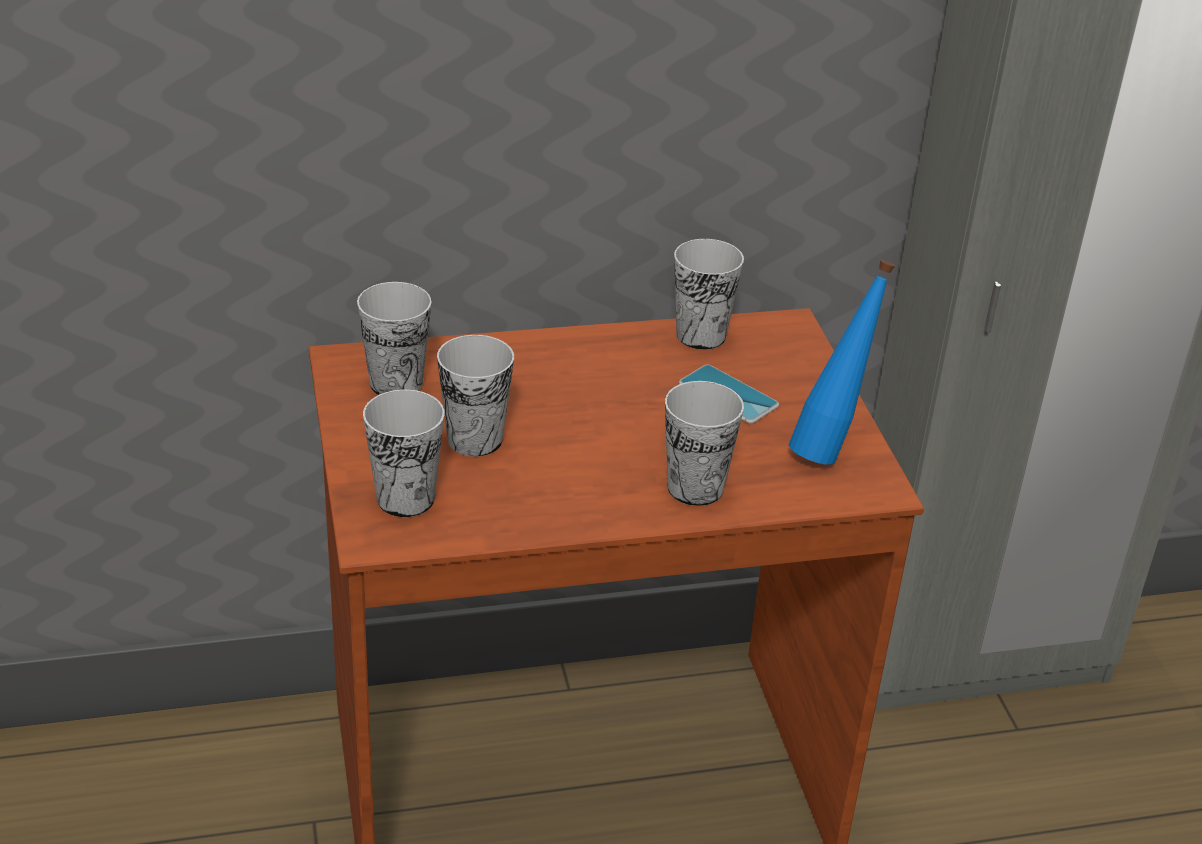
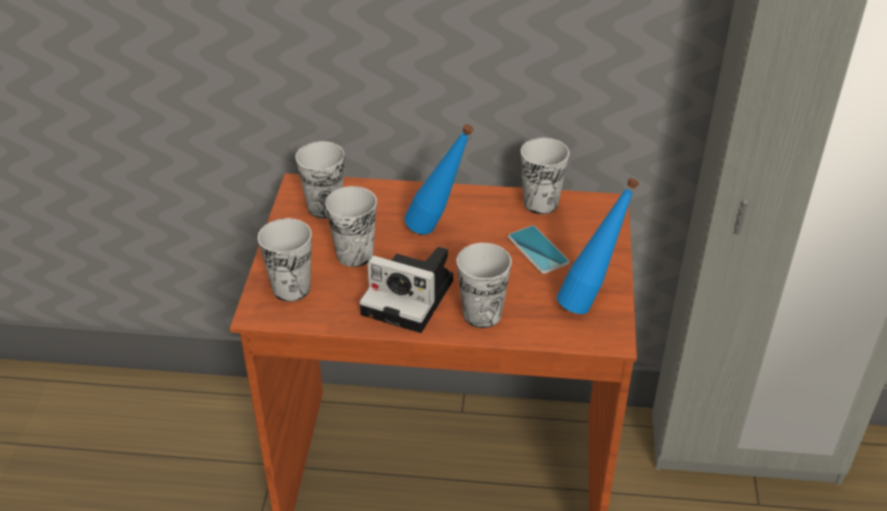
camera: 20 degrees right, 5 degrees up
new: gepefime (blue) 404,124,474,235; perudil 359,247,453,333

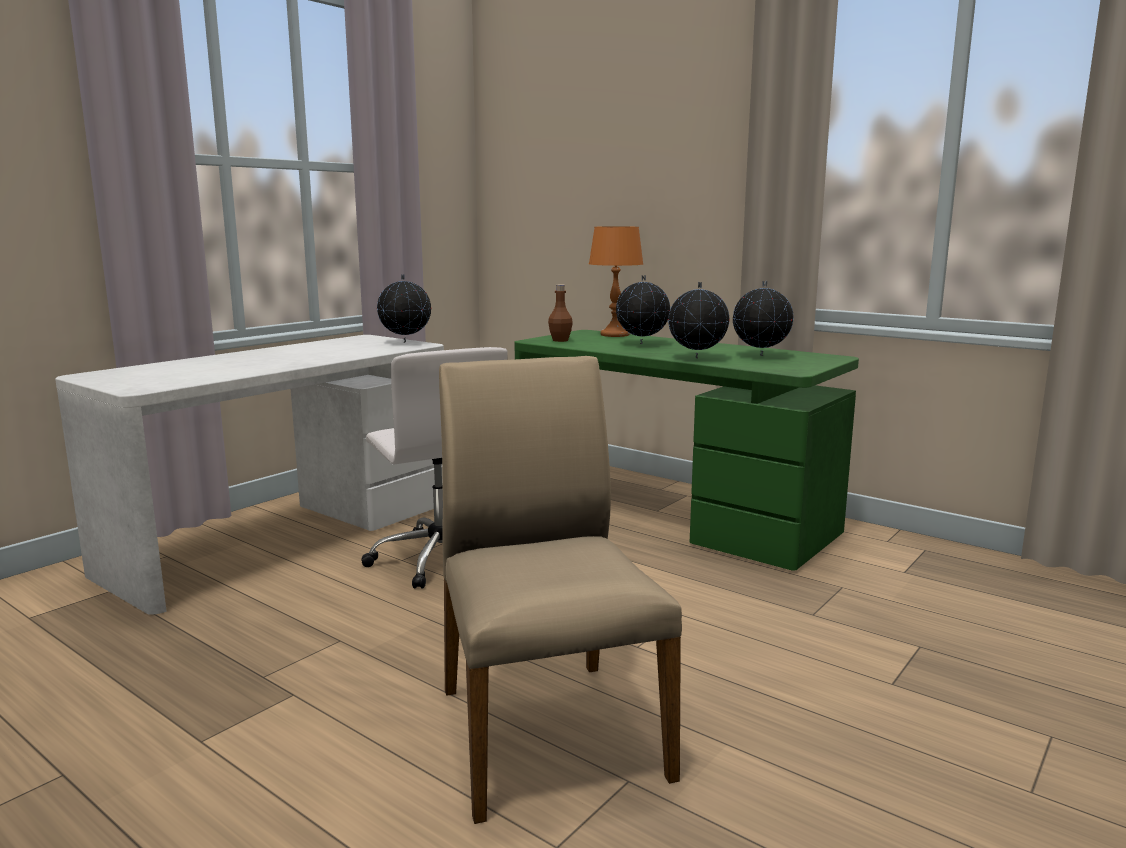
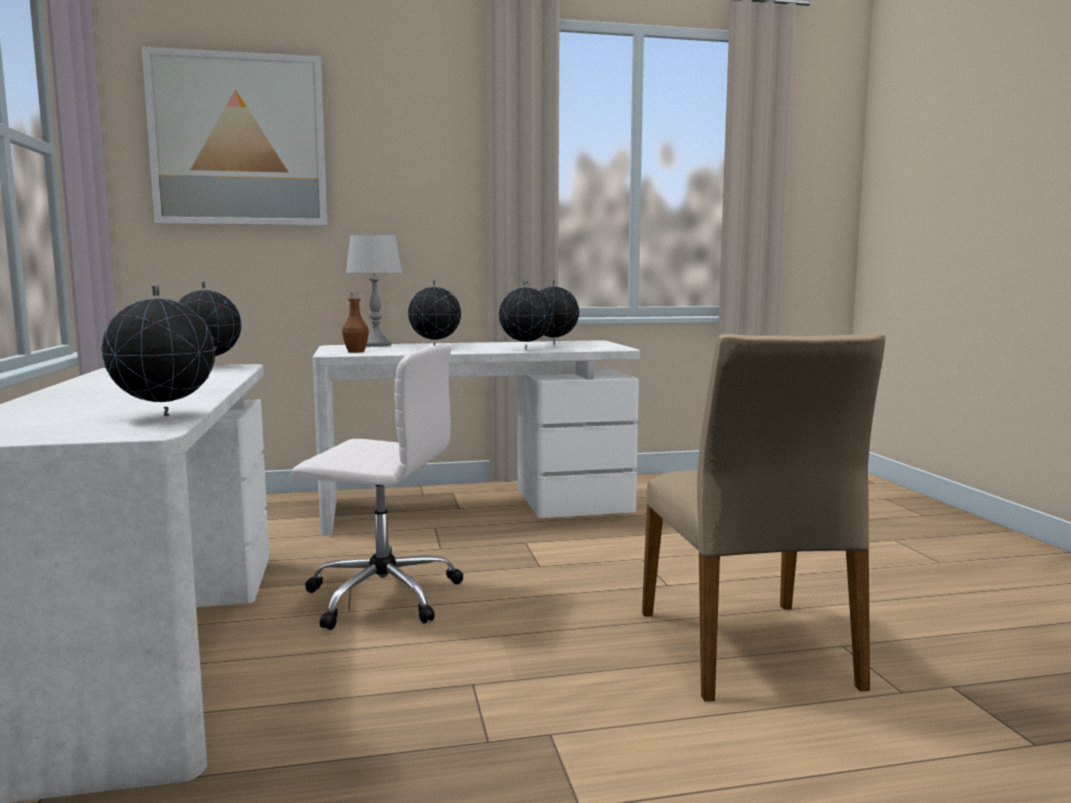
camera: 50 degrees left, 5 degrees down
new: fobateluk 142,47,328,226; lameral 101,285,216,416
repainted: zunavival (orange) 589,226,643,337 to zunavival (grey) 346,234,402,347; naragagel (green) 514,330,859,571 to naragagel (white) 313,340,640,536
rotated: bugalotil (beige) 439,356,682,824 = 642,332,885,701 120 degrees counterclockwise

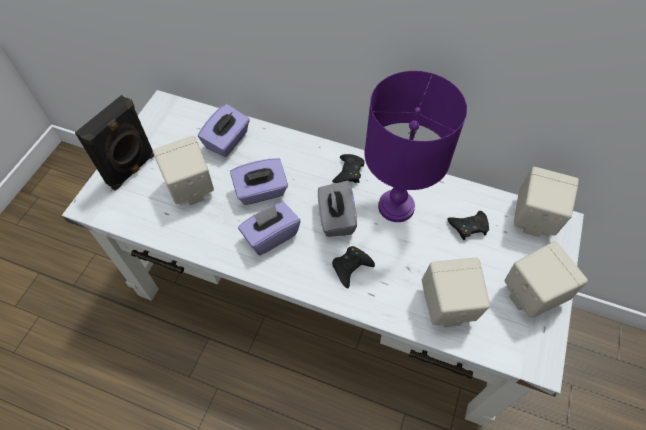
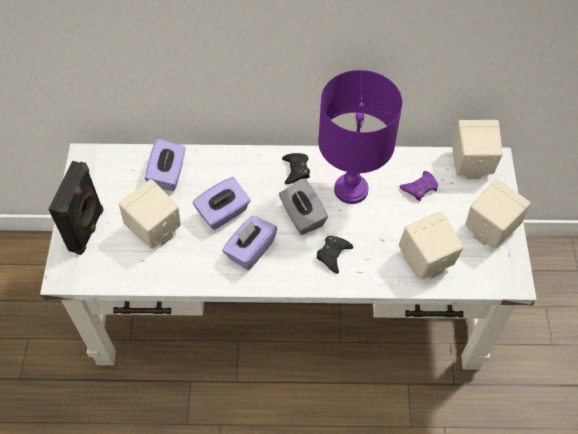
camera: 20 degrees left, 0 degrees up
repainted: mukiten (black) 448,211,489,240 to mukiten (purple) 399,171,438,201

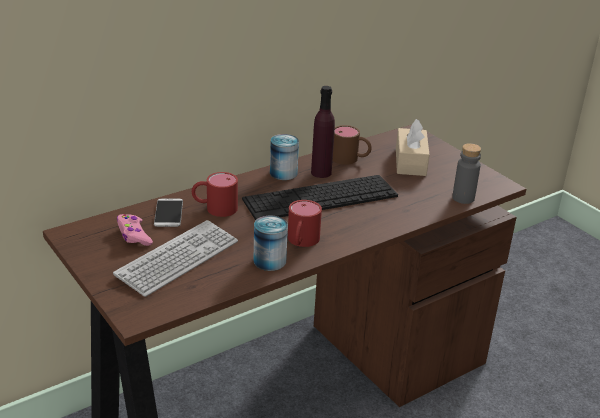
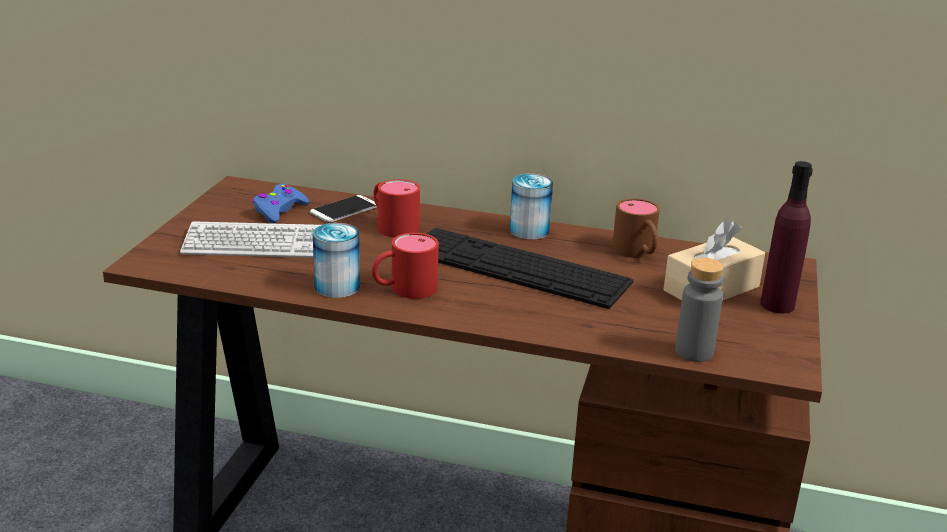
camera: 50 degrees right, 5 degrees down
shifted: gepefime (purple) 311,86,335,178 to 760,161,813,313
repainted: mukiten (pink) 117,214,153,246 to mukiten (blue) 252,184,309,223

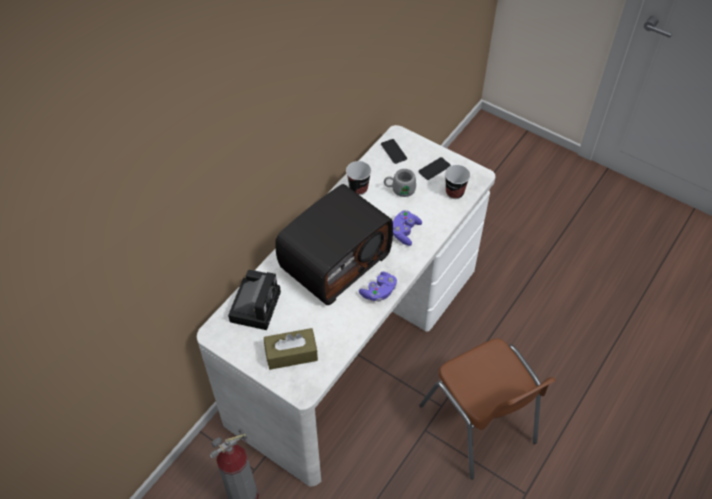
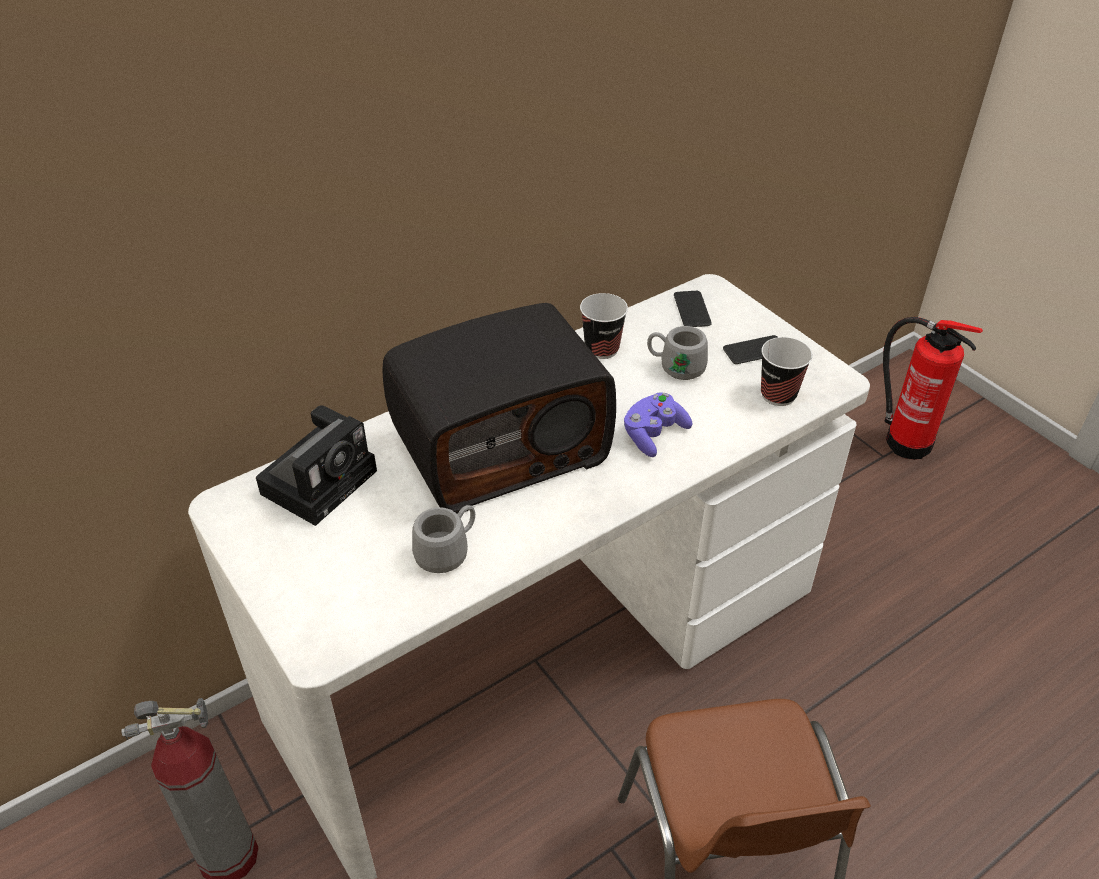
camera: 20 degrees right, 10 degrees down
gone: mukiten (purple) 359,272,397,302; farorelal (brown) 264,328,318,370
new: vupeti 883,317,983,460; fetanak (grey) 412,505,475,573

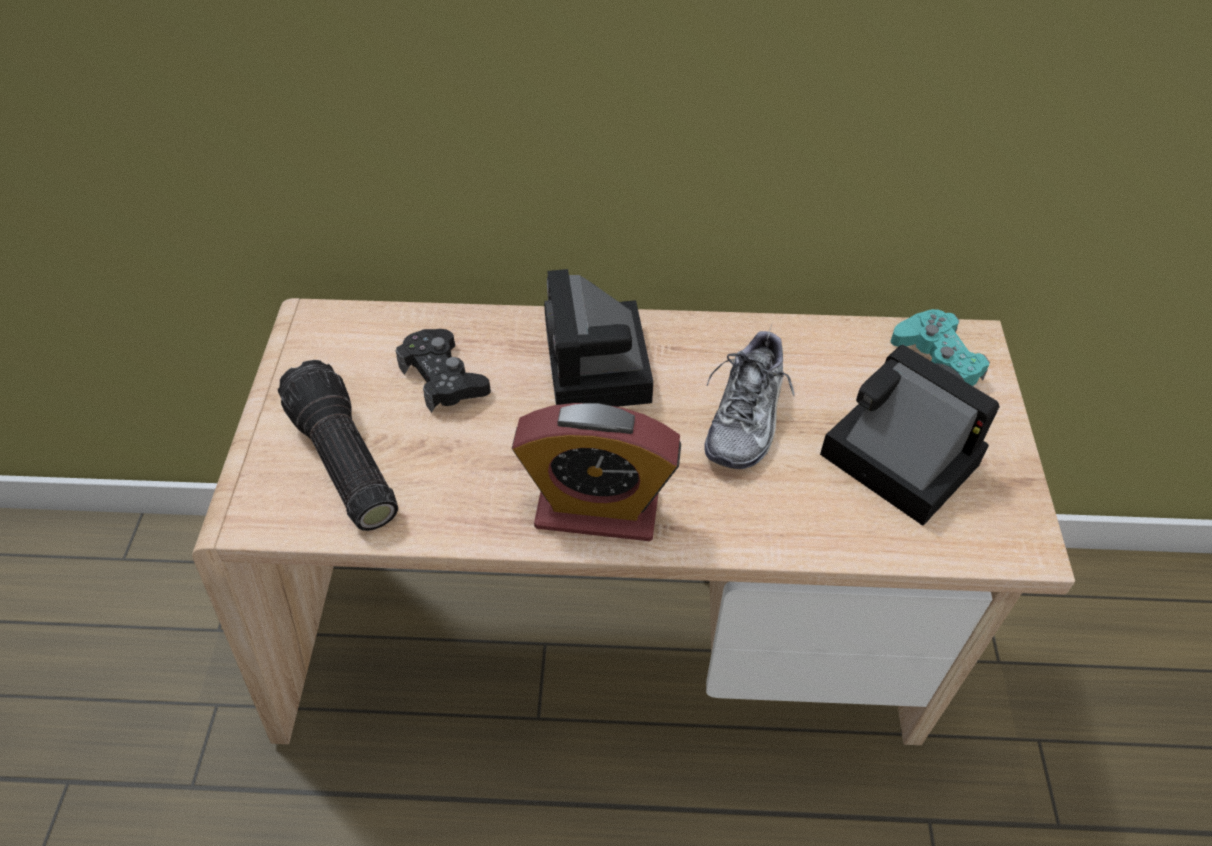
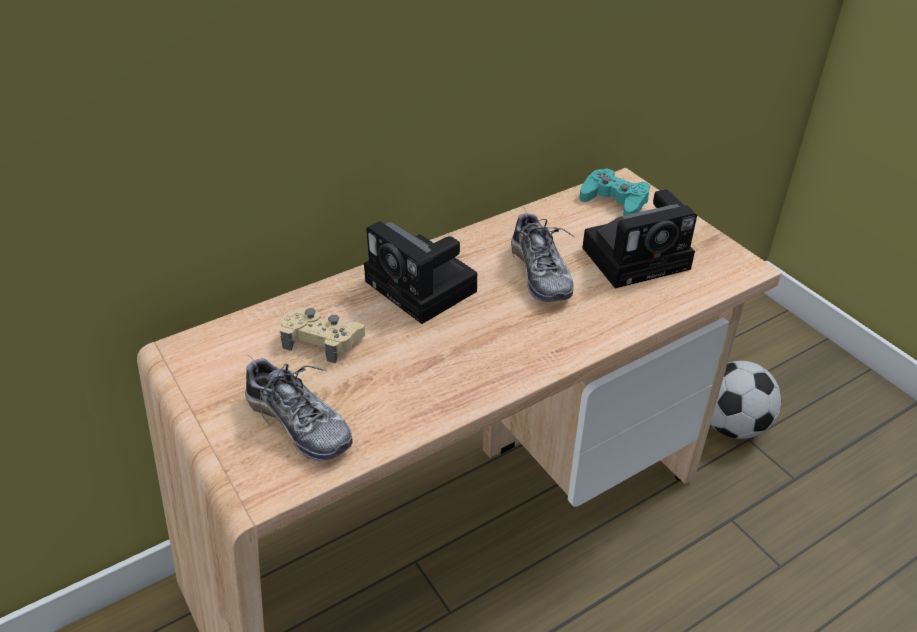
camera: 35 degrees left, 10 degrees down
gone: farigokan 512,403,681,541
new: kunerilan 710,361,781,439
swapped: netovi 278,360,398,531 to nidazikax 245,355,353,461
repainted: mukiten (black) 396,329,491,413 to mukiten (beige) 280,307,365,364
rotated: perudil 820,345,1000,526 = 583,189,697,288 150 degrees clockwise

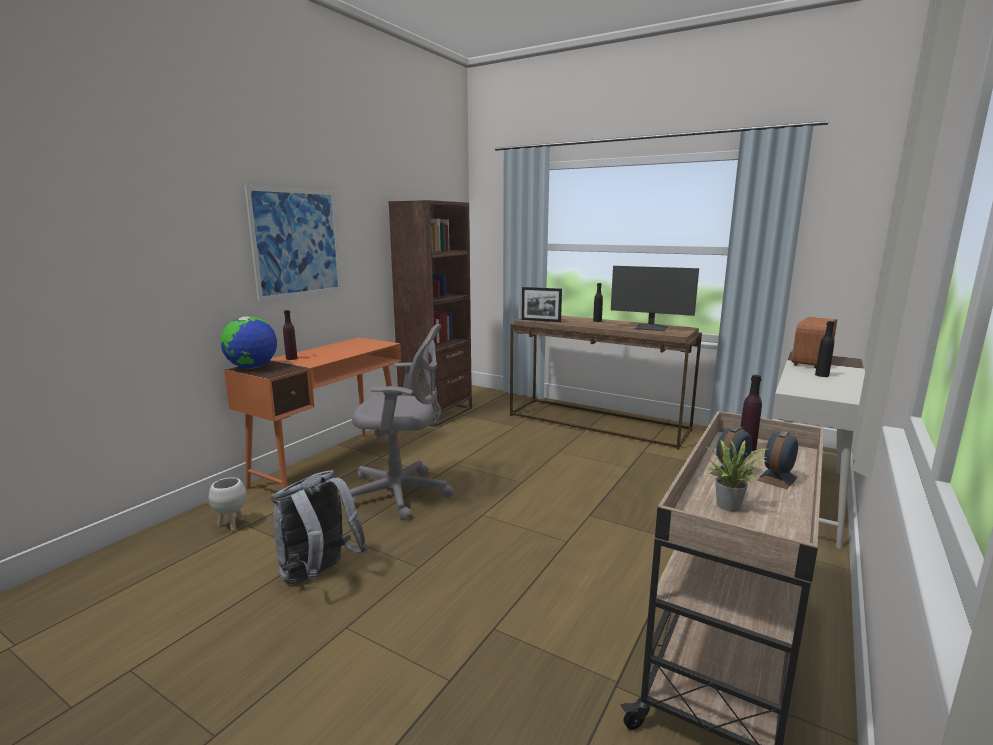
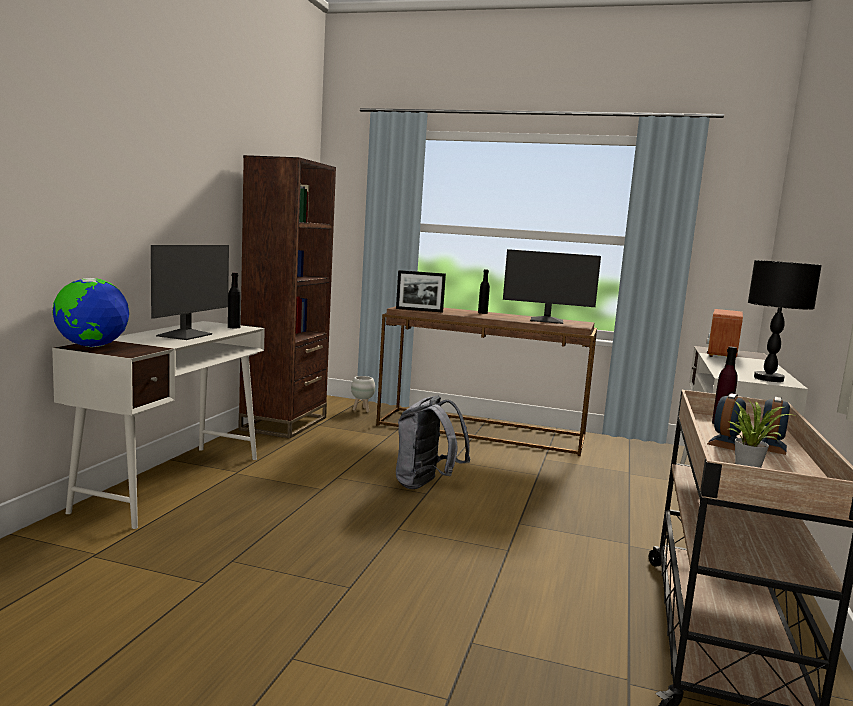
camera: 15 degrees left, 5 degrees down
gone: fobateluk 245,186,342,301; gepefime (purple) 283,310,297,360; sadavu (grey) 341,324,453,521
new: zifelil 151,245,229,340; zunavival (black) 748,260,822,382
shifted: gepefime (black) 815,321,835,377 to 228,273,241,328; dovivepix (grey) 271,470,368,584 to 396,395,471,489; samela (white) 209,477,247,531 to 351,376,375,412
repainted: naragagel (orange) 224,338,401,489 to naragagel (white) 52,321,265,529

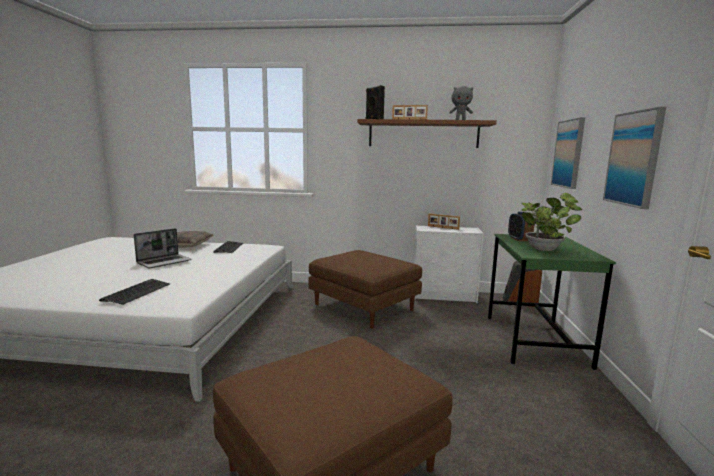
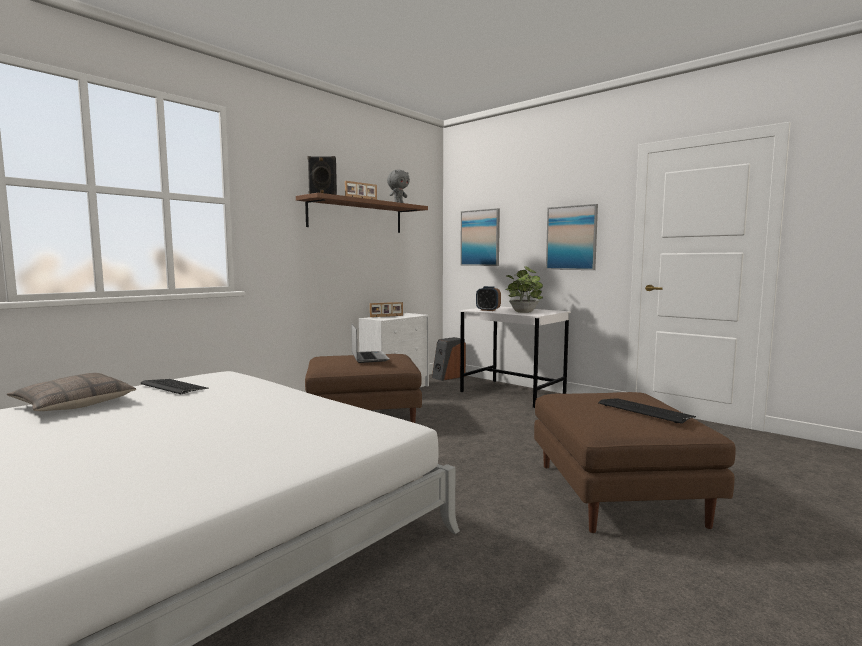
camera: 55 degrees left, 5 degrees down
shifted: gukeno 134,228,192,269 to 351,324,390,363; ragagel 99,279,170,305 to 598,398,696,424
repainted: naragagel (green) 488,234,616,370 to naragagel (white) 459,307,571,408

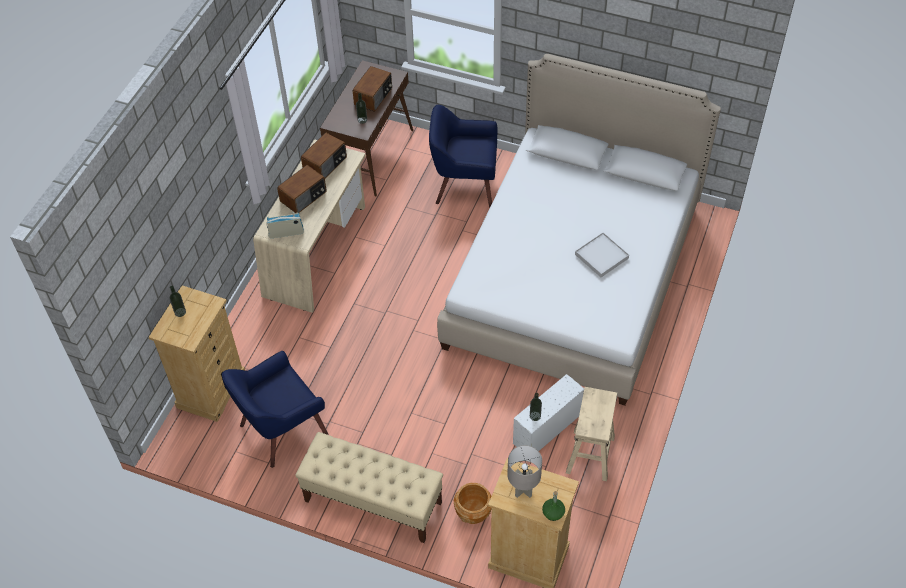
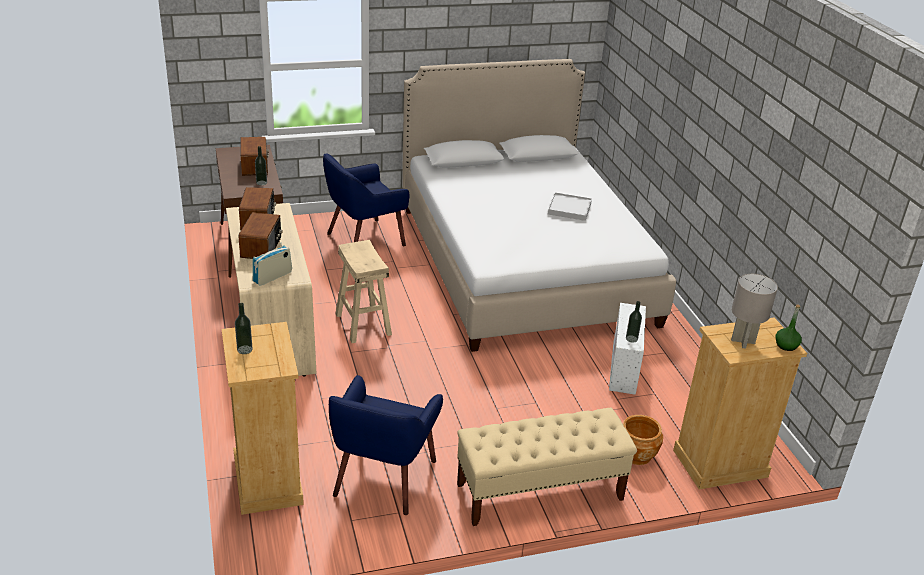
camera: 40 degrees left, 20 degrees down
shifted: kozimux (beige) 566,387,617,481 to 335,240,392,343

